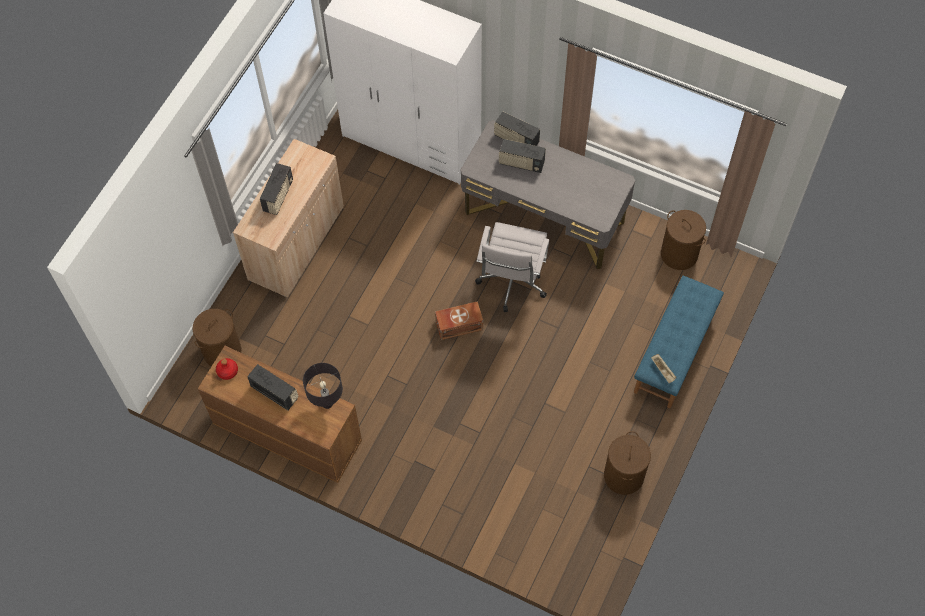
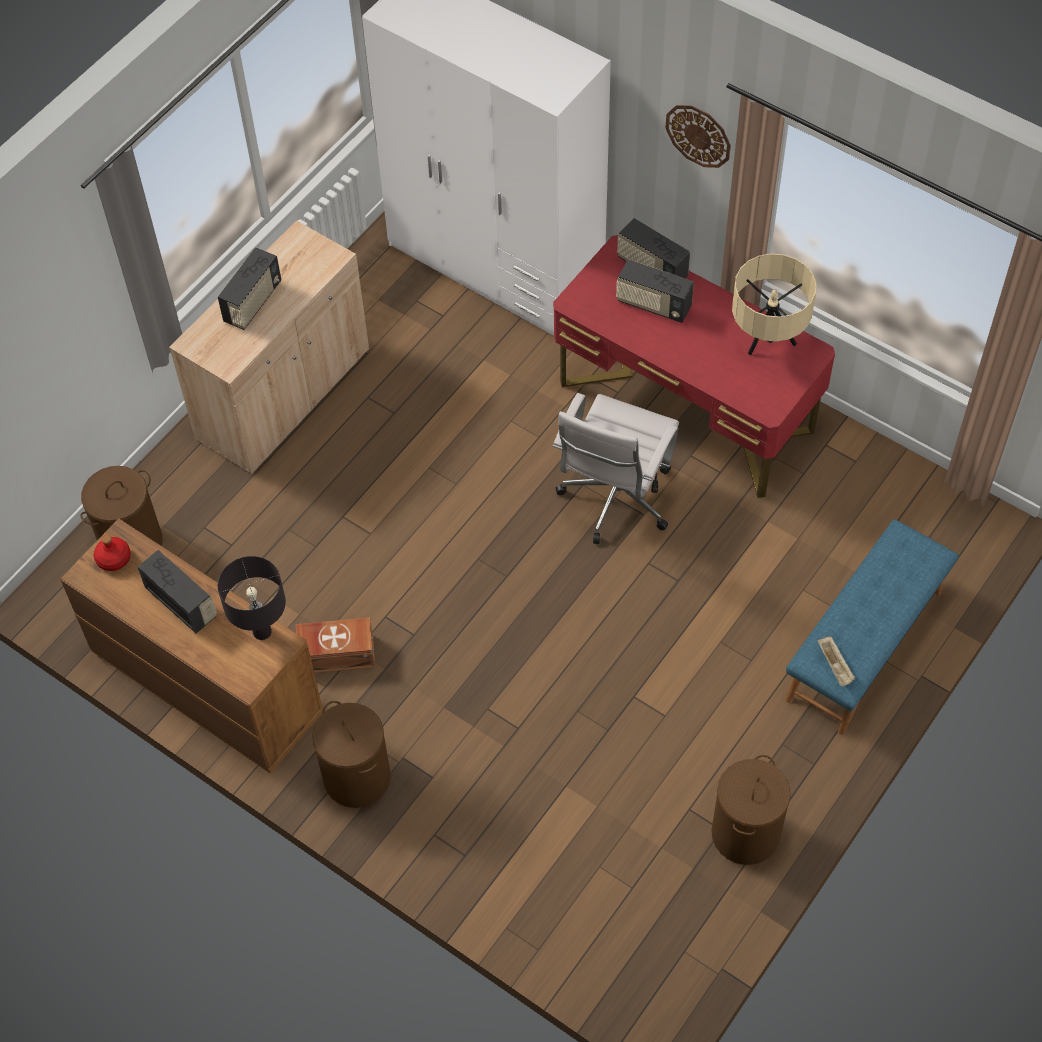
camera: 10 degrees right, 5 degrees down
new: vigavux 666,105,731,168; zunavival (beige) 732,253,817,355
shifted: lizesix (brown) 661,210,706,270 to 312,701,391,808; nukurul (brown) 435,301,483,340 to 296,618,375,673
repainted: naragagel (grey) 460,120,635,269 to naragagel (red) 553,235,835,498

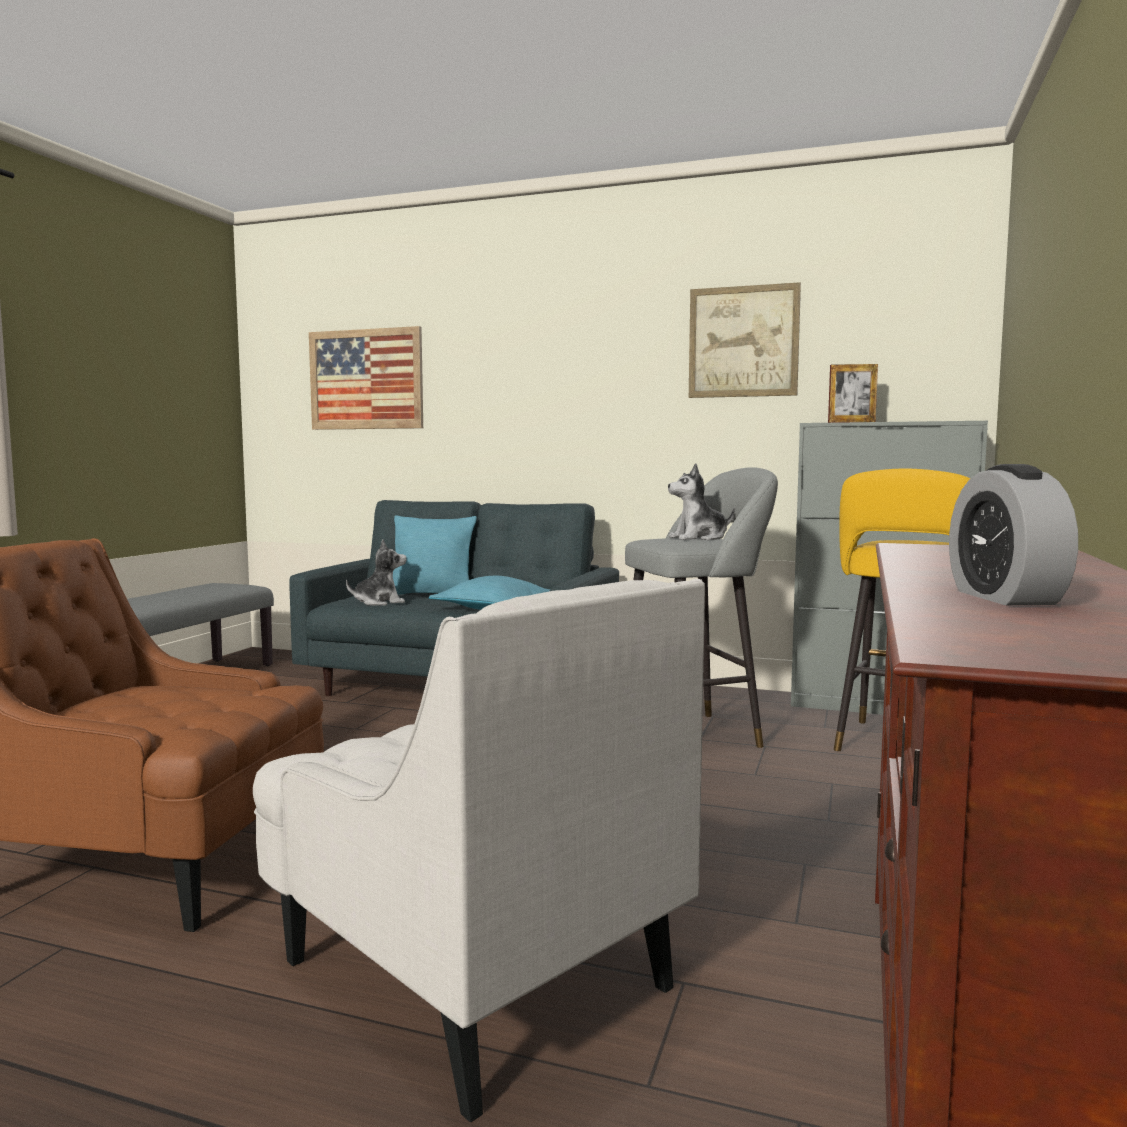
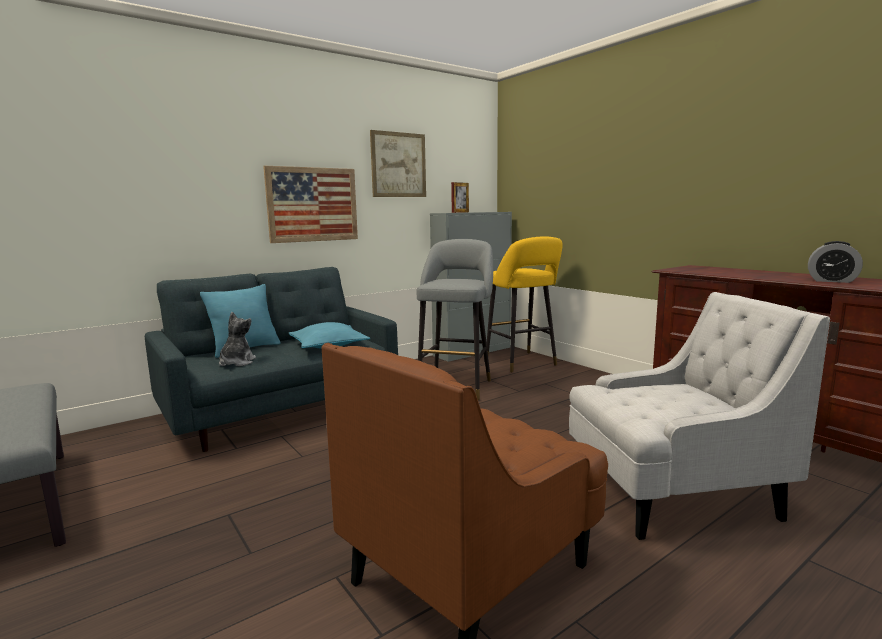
camera: 55 degrees left, 5 degrees up
gone: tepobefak 668,463,735,540
shifted: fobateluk 309,326,423,430 to 263,166,358,243

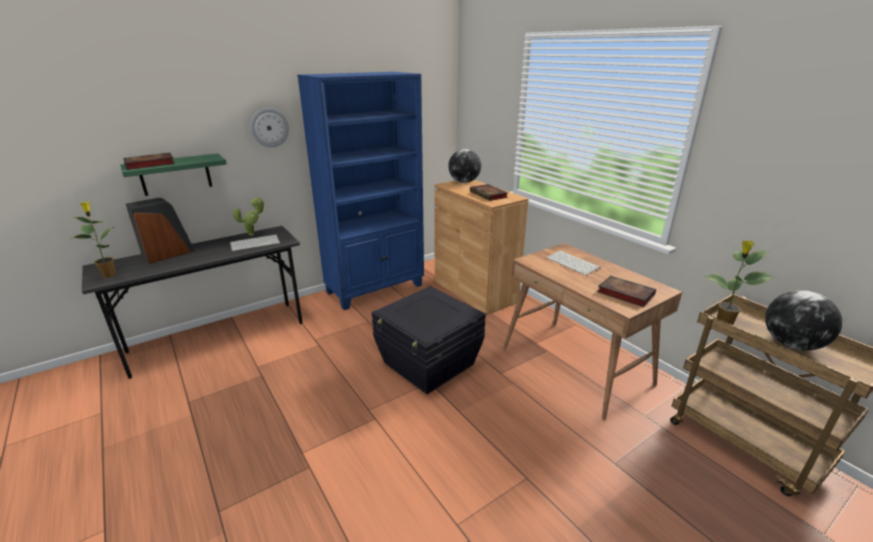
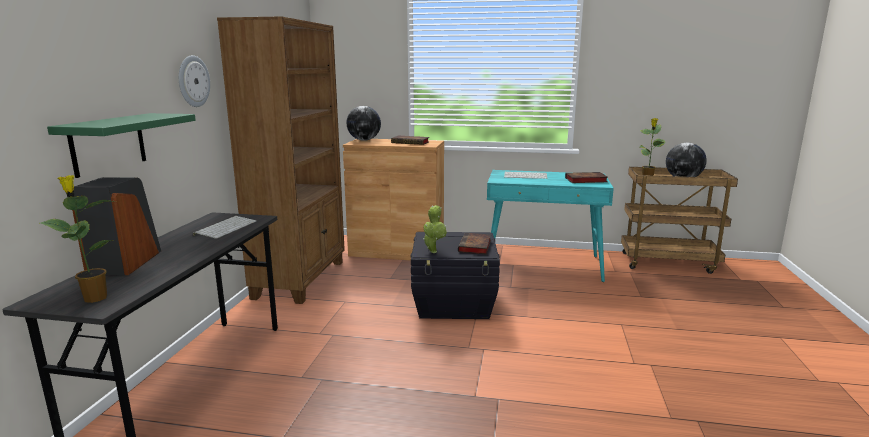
camera: 45 degrees left, 10 degrees down
shifted: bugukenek 123,153,175,170 to 458,233,491,255; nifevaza 233,197,265,236 to 423,205,447,253
repainted: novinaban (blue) 297,72,424,310 to novinaban (brown) 217,16,345,304; naragagel (brown) 504,243,682,420 to naragagel (turquoise) 487,170,614,282

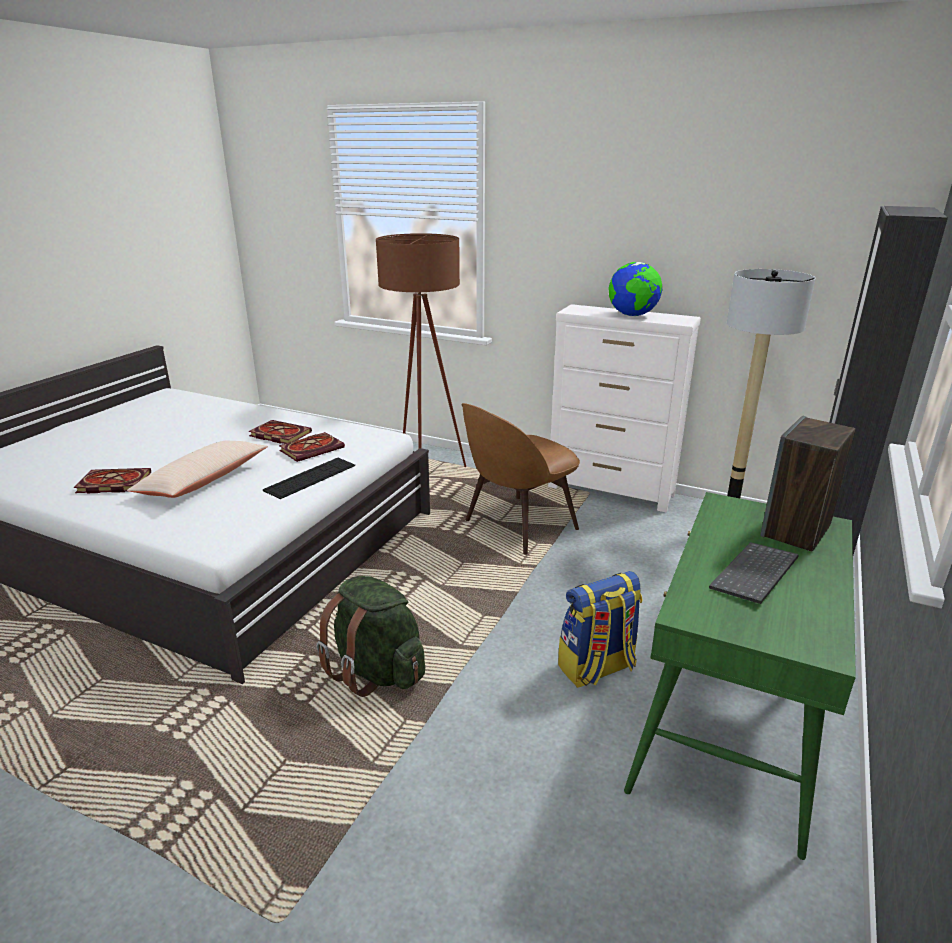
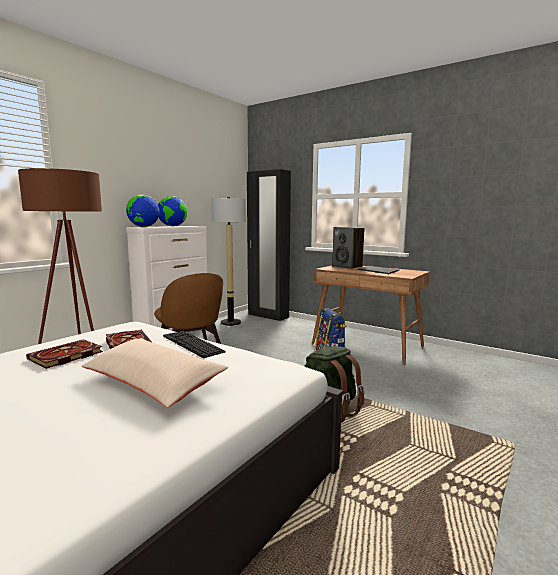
camera: 80 degrees left, 15 degrees down
gone: bugukenek 74,468,151,493
new: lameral 126,195,160,227
repainted: naragagel (green) 624,492,856,860 to naragagel (brown) 312,266,430,365

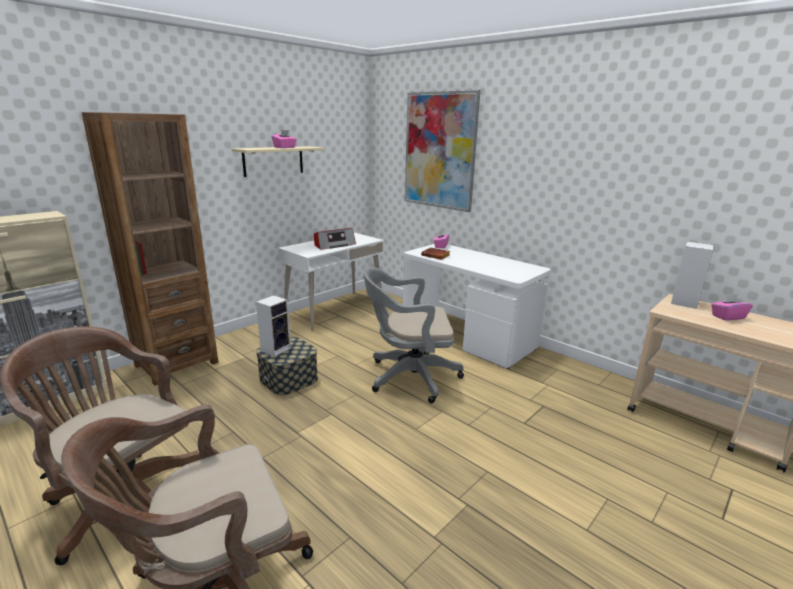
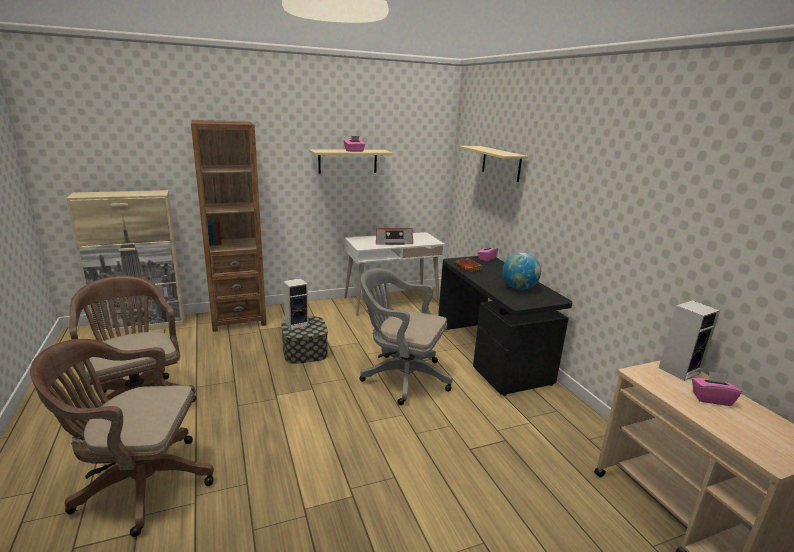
camera: 25 degrees right, 0 degrees up
new: lameral 503,252,541,290
swapped: fobateluk 405,90,480,212 to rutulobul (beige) 459,146,528,182
repainted: naragagel (white) 403,244,551,369 to naragagel (black) 438,256,573,396

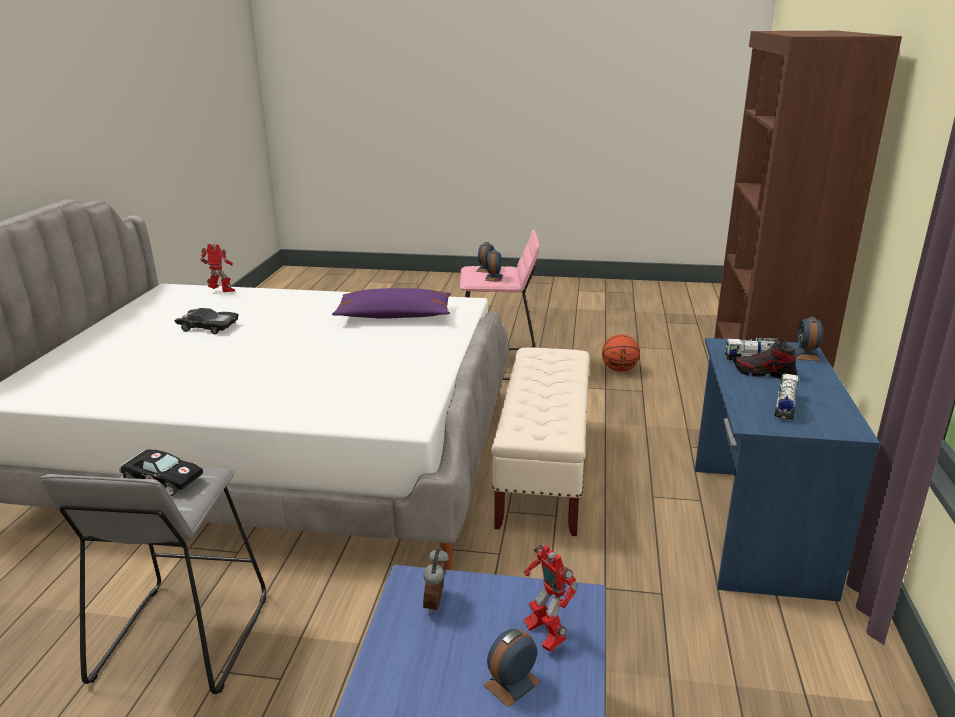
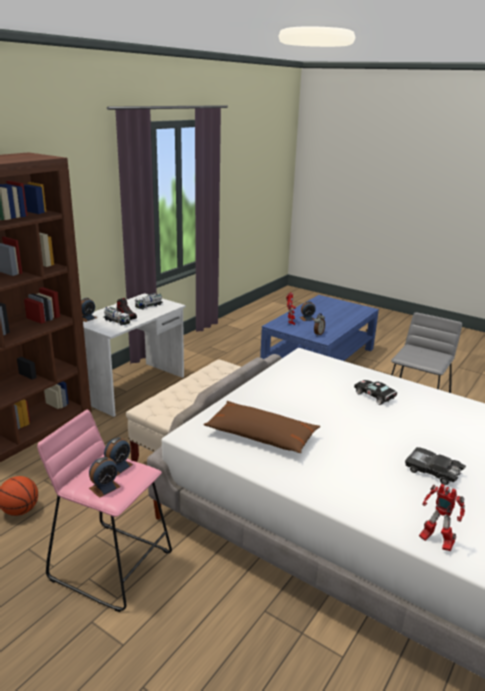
camera: 155 degrees left, 0 degrees up
shifted: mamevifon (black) 119,449,203,496 to 354,380,397,405
repainted: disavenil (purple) 332,288,451,318 to disavenil (brown) 203,401,320,453; naragagel (blue) 695,338,880,602 to naragagel (white) 83,293,186,417

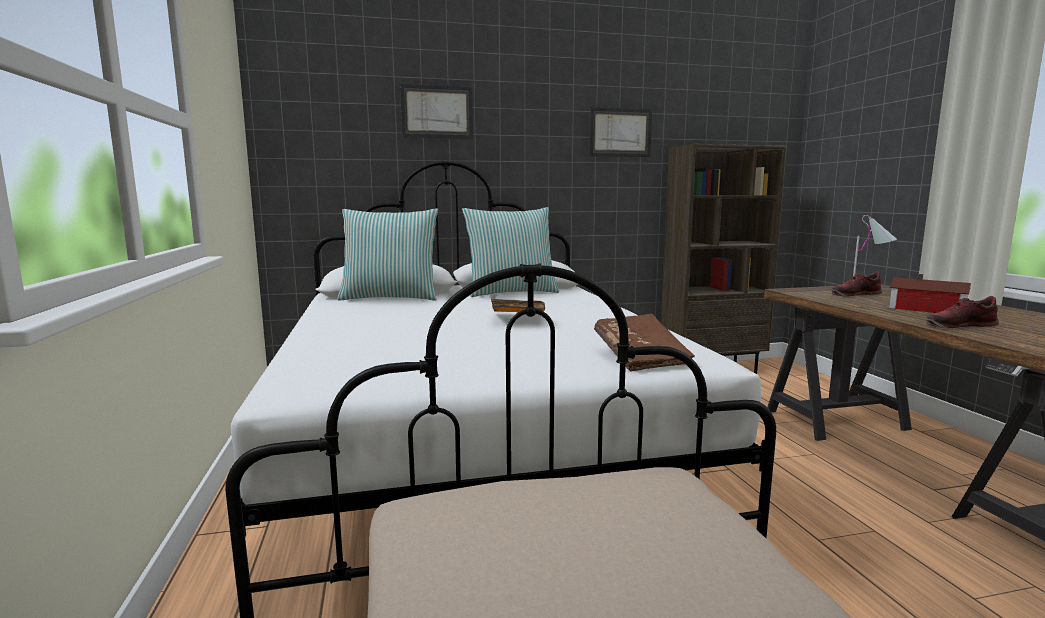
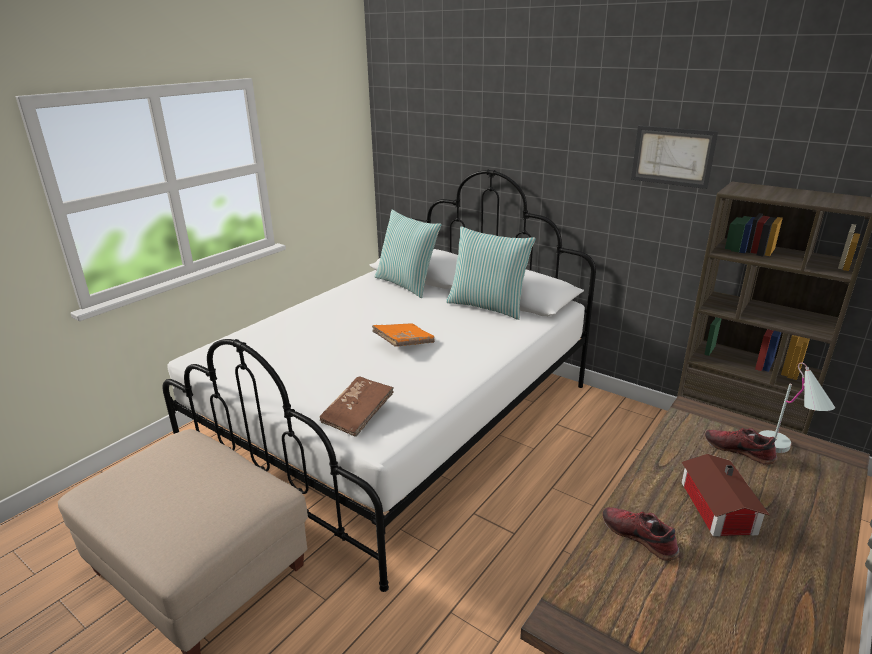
camera: 50 degrees right, 15 degrees up
gone: fobateluk 400,84,473,139

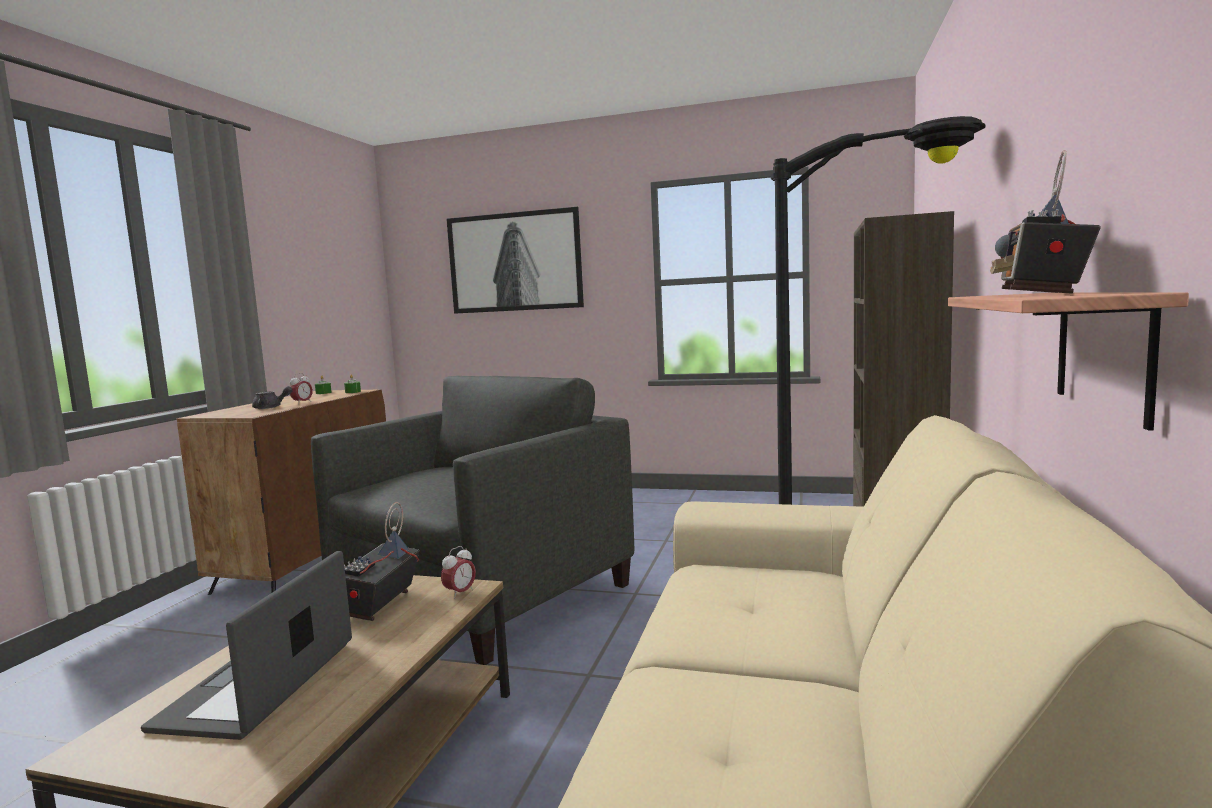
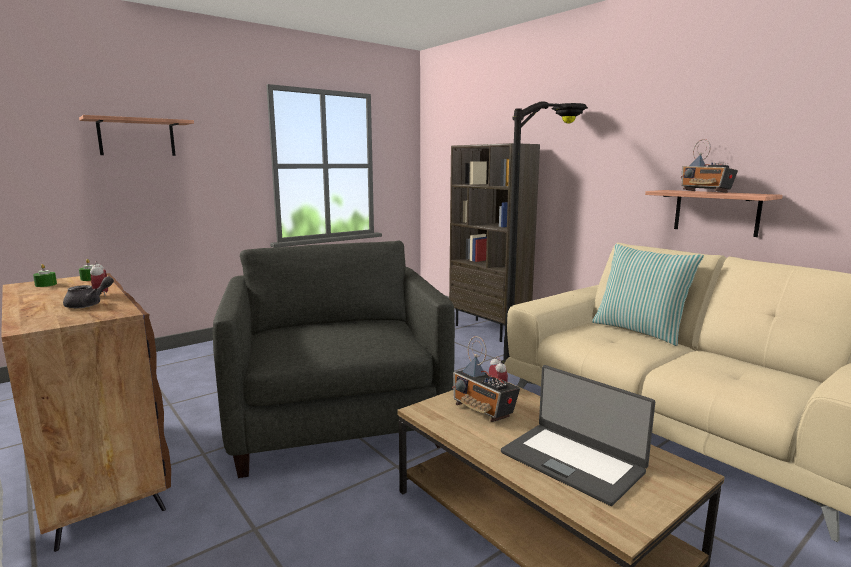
camera: 55 degrees left, 5 degrees up
new: disavenil 592,244,704,346
swapped: fobateluk 446,207,584,314 to rutulobul 79,115,194,156

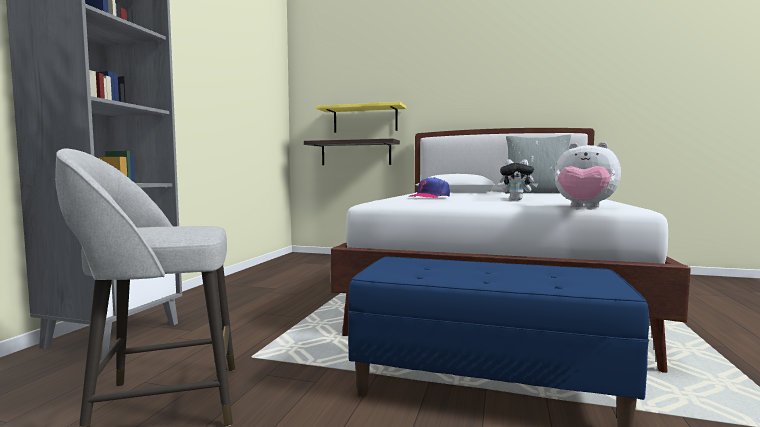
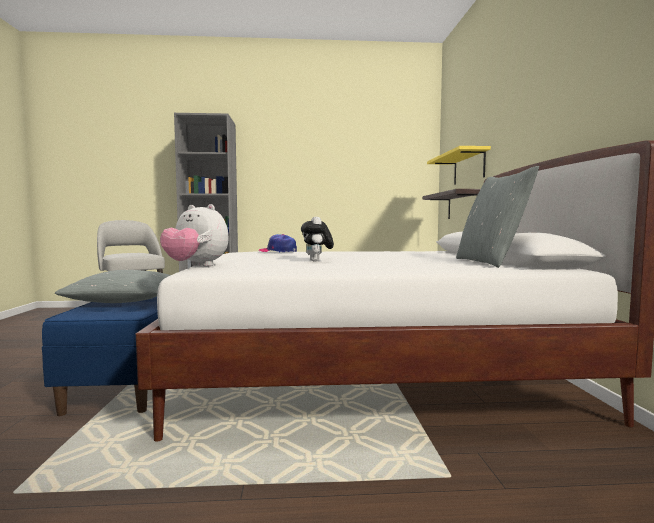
camera: 70 degrees right, 0 degrees up
new: disavenil (grey) 55,270,170,303
rotated: tepobefak 554,142,621,208 = 160,204,229,266 75 degrees counterclockwise

